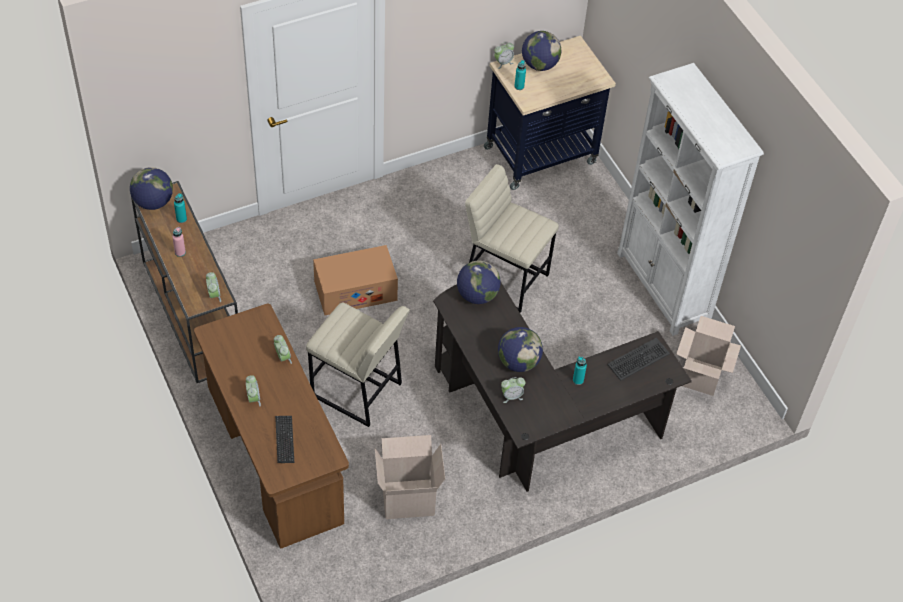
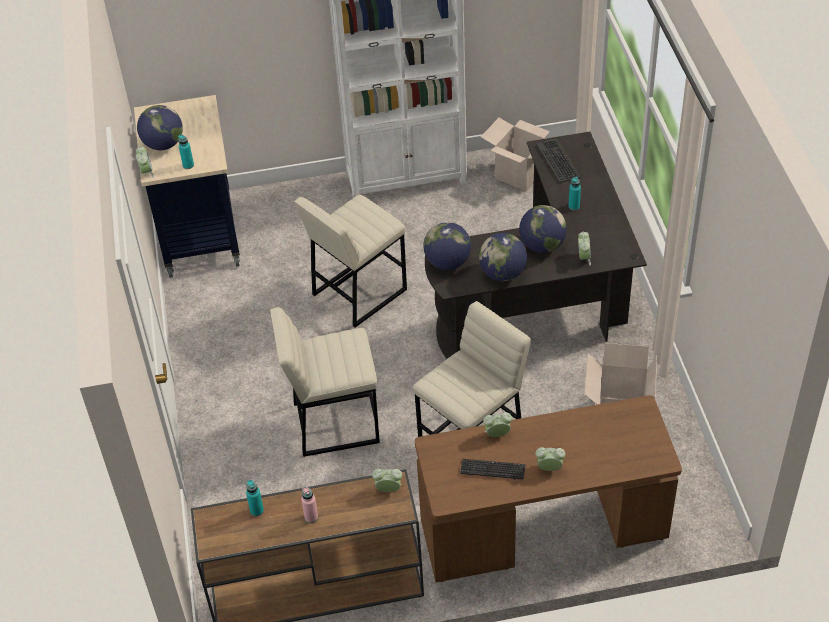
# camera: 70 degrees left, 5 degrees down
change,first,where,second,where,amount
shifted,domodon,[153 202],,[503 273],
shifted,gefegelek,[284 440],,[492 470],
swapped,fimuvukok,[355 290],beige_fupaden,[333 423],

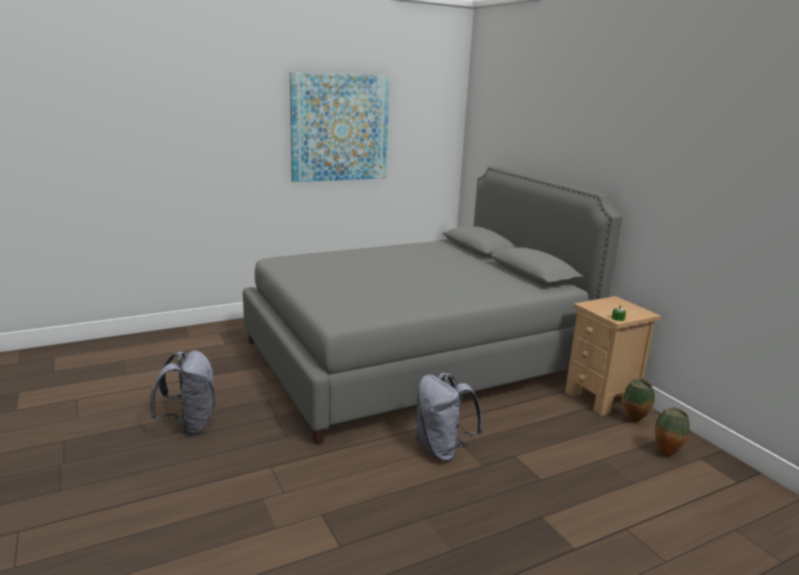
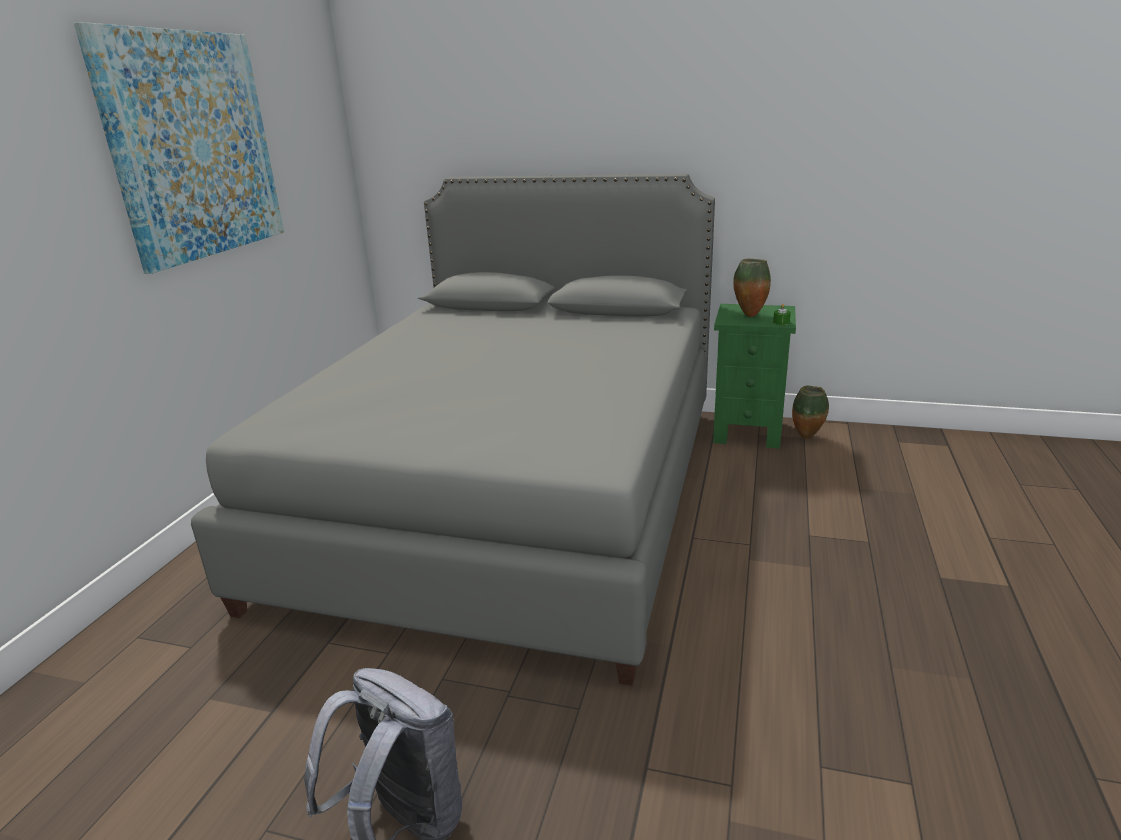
# camera: 45 degrees left, 5 degrees up
change,first,where,second,where,amount
gone,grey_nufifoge,[442 449],,,
repainted,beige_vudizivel,[600 399],green_vudizivel,[748 432],
shifted,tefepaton,[665 453],,[749 315],

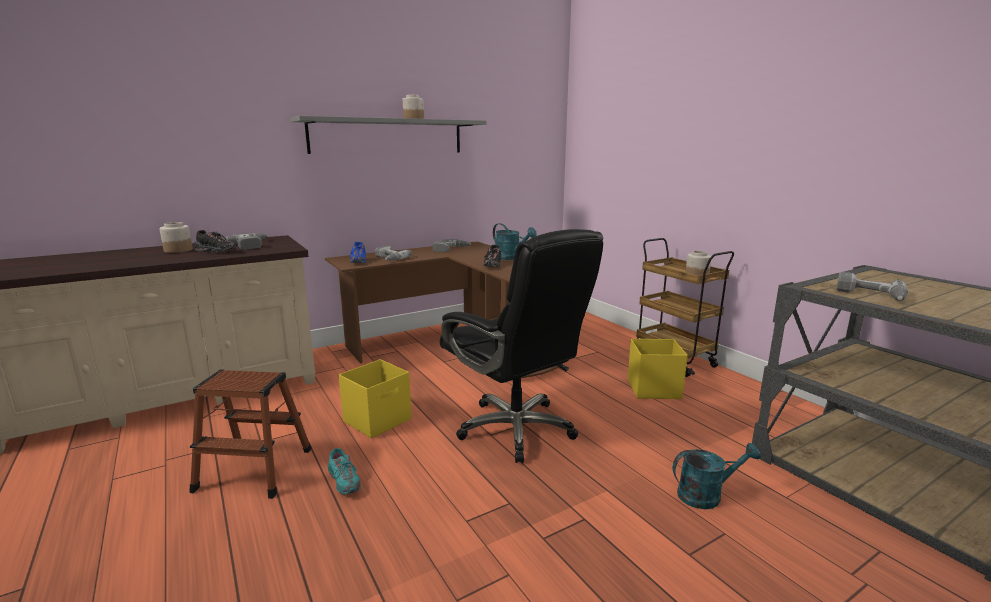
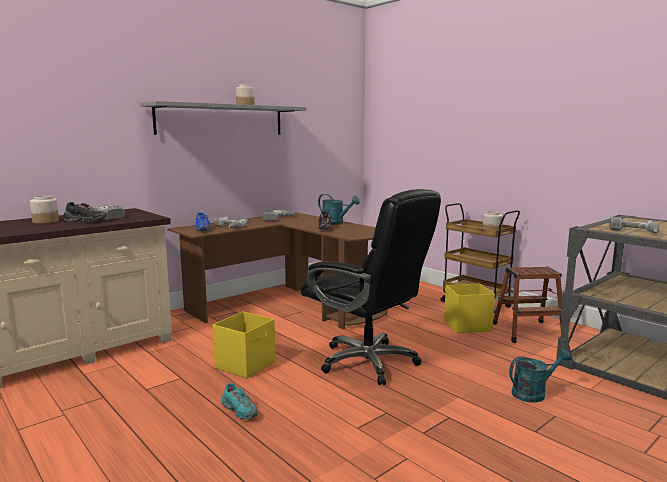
# camera: 10 degrees left, 5 degrees down
change,first,where,second,where,amount
shifted,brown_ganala,[255 469],,[528 331],

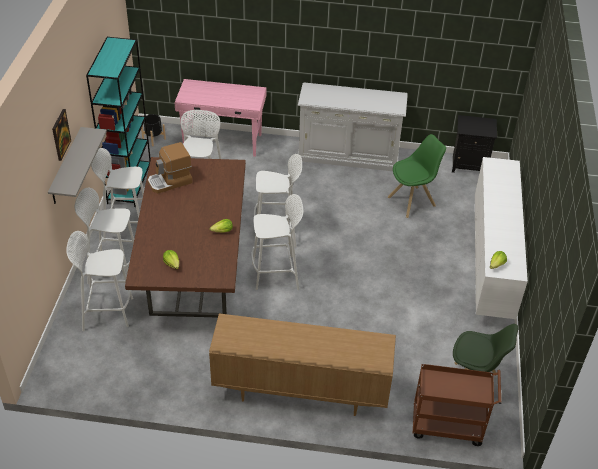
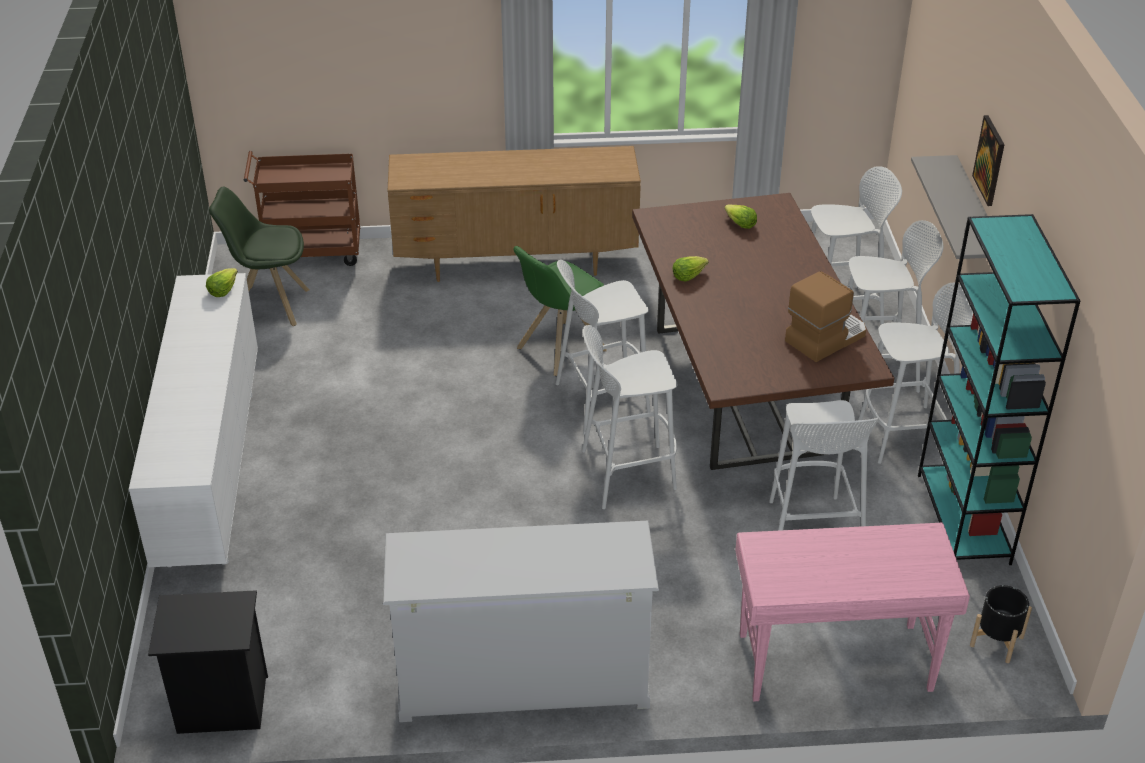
# camera: 170 degrees right, 5 degrees down
change,first,where,second,where,amount
shifted,green_fupaden,[412 201],,[560 349],

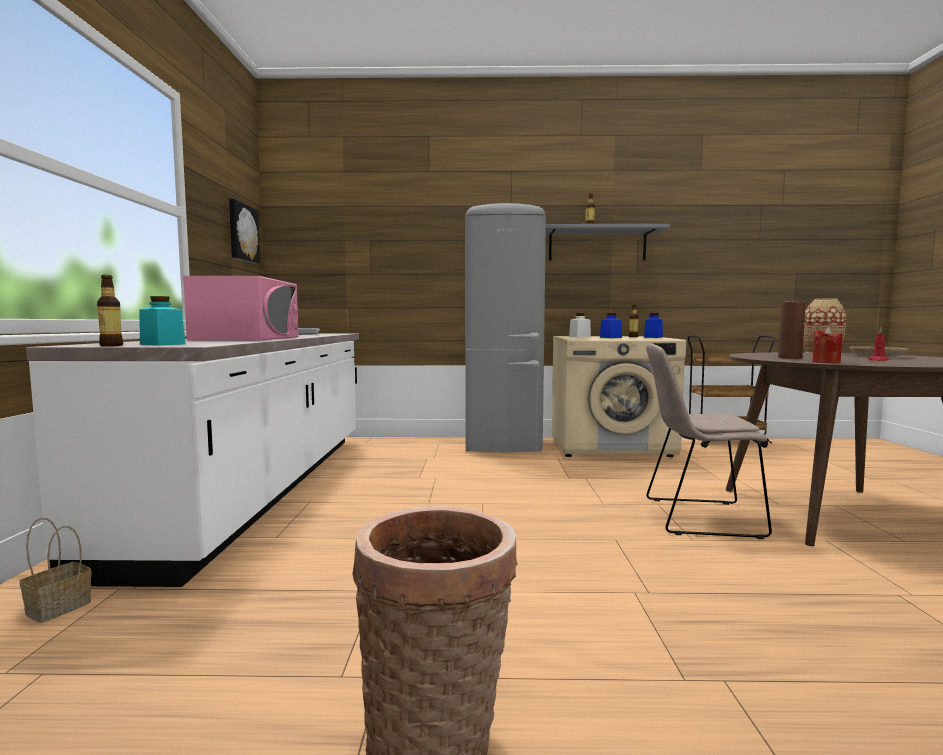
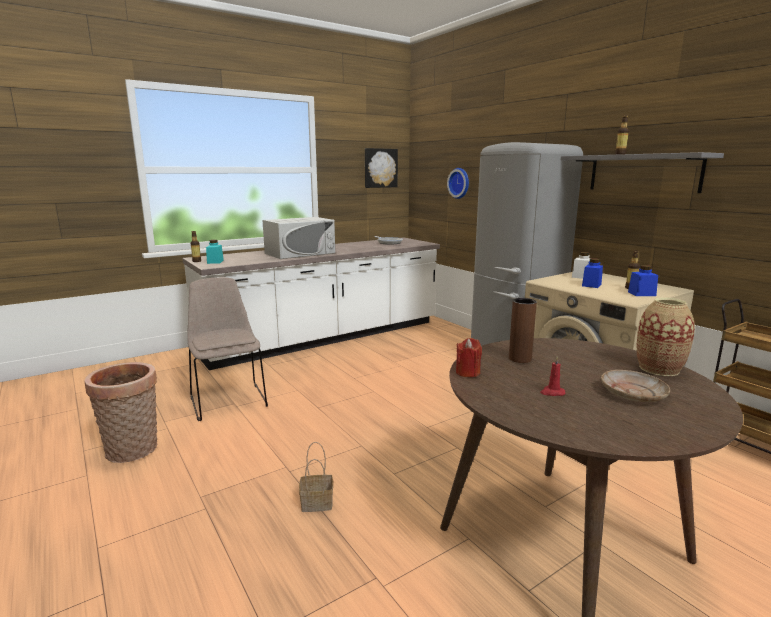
# camera: 55 degrees right, 10 degrees up
change,first,where,second,where,amount
shifted,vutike,[60 606],,[318 502],
repainted,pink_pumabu,[248 338],white_pumabu,[300 253],
shifted,beige_fupaden,[697 517],,[228 400],
new,,,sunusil,[460 183],

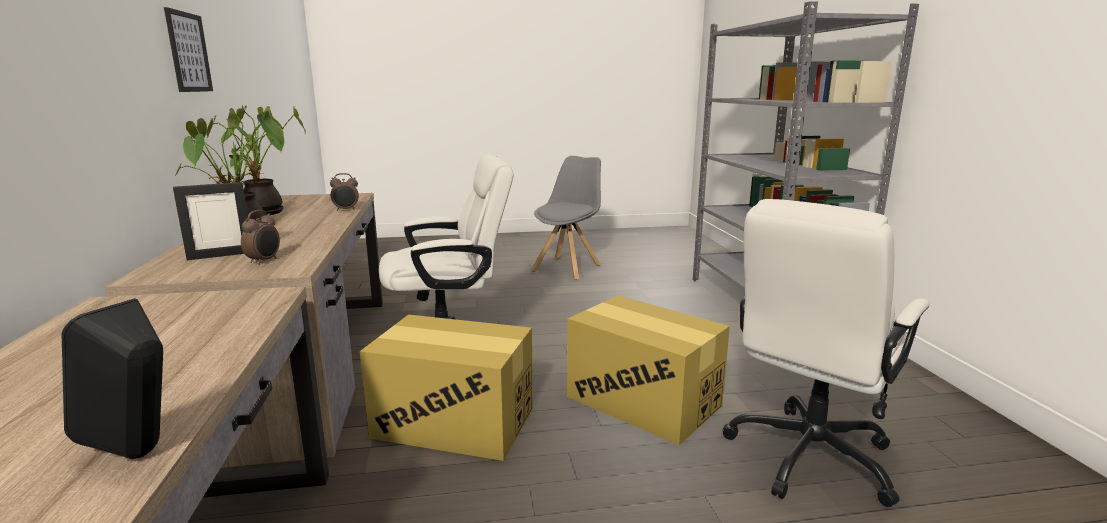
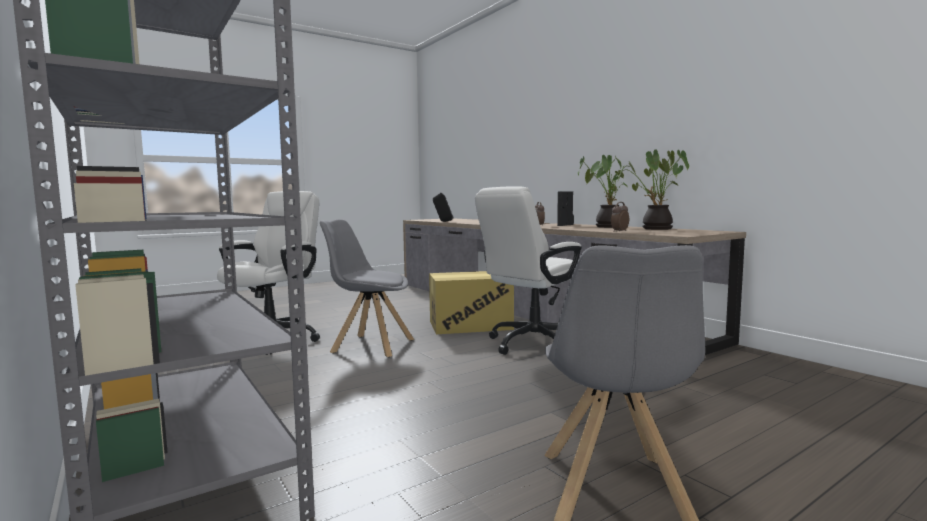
# camera: 155 degrees right, 10 degrees down
change,first,where,second,where,amount
gone,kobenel,[188 52],,,
swapped,fimuvukok,[643 401],grey_fupaden,[369 345],

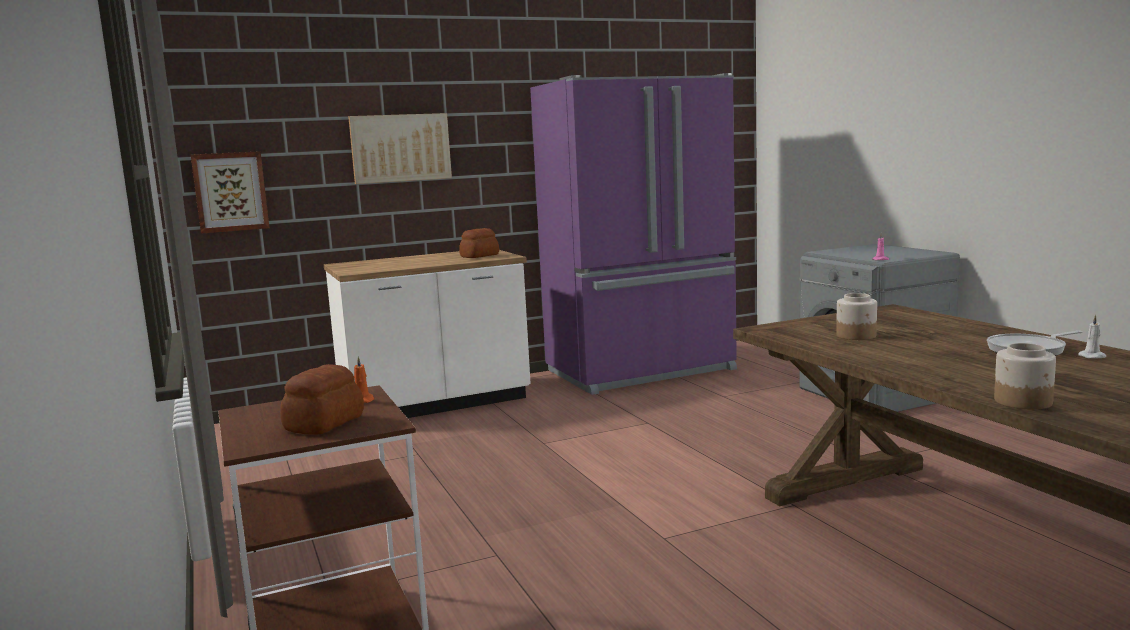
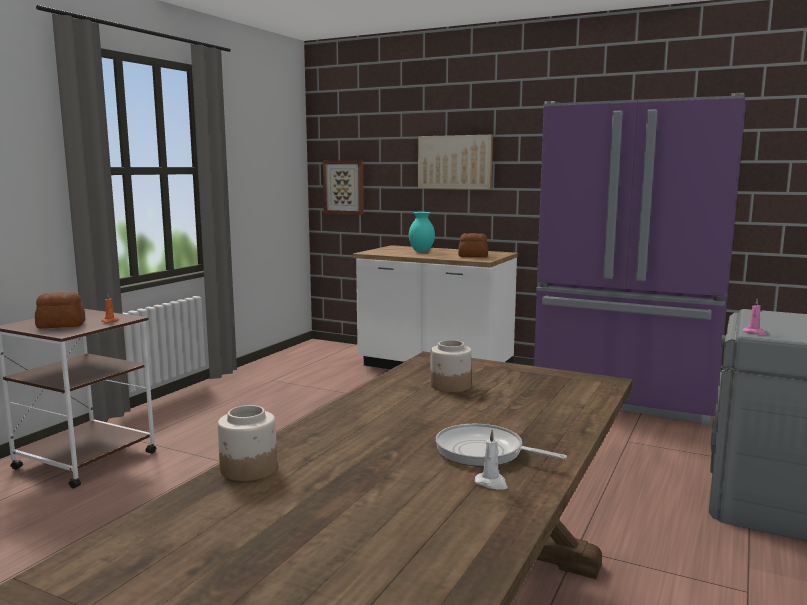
# camera: 50 degrees right, 0 degrees up
change,first,where,second,where,amount
new,,,turquoise_tefepaton,[422 251],

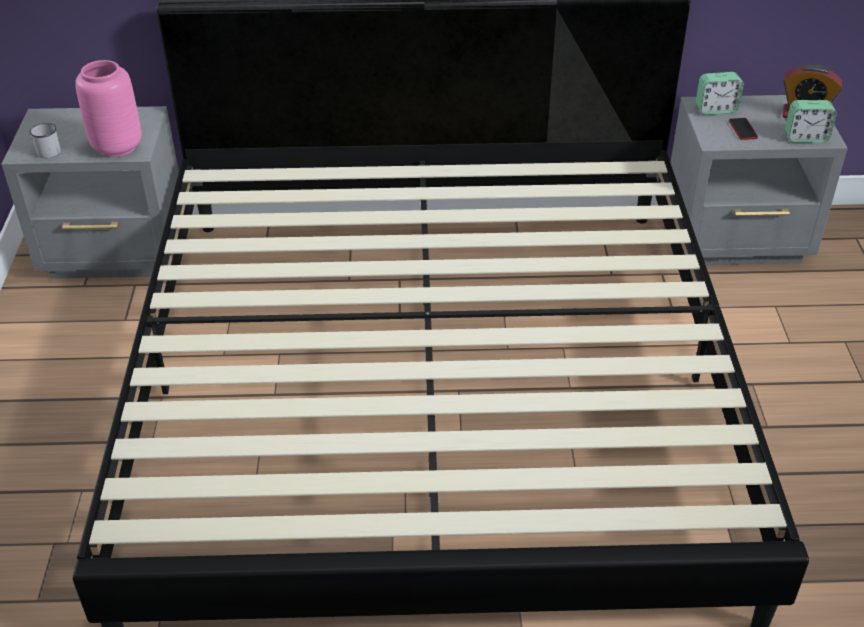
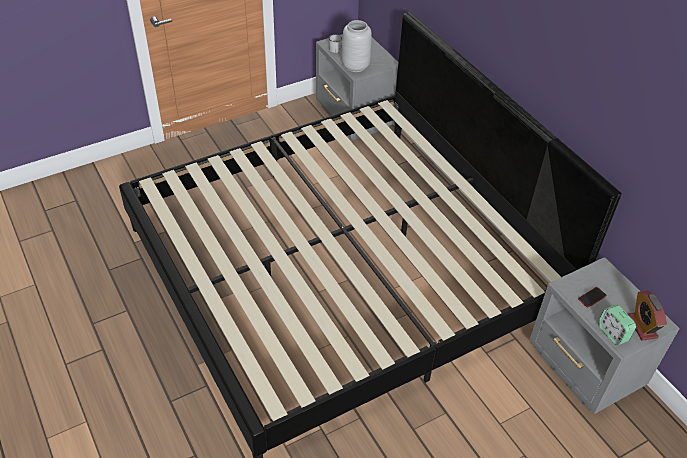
# camera: 60 degrees right, 5 degrees up
change,first,where,second,where,amount
repainted,pink_tefepaton,[118 146],grey_tefepaton,[356 66],
gone,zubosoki,[716 109],,,

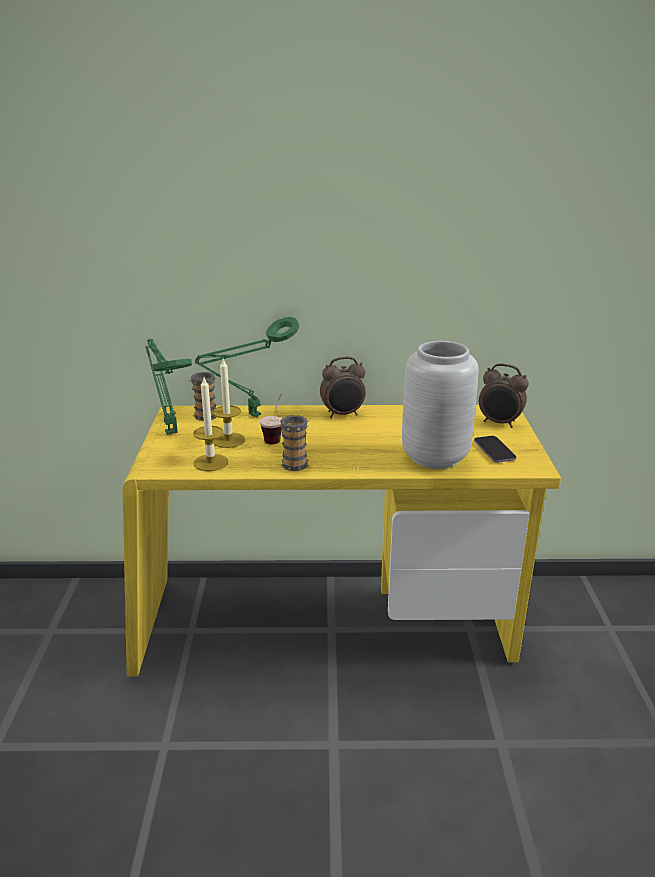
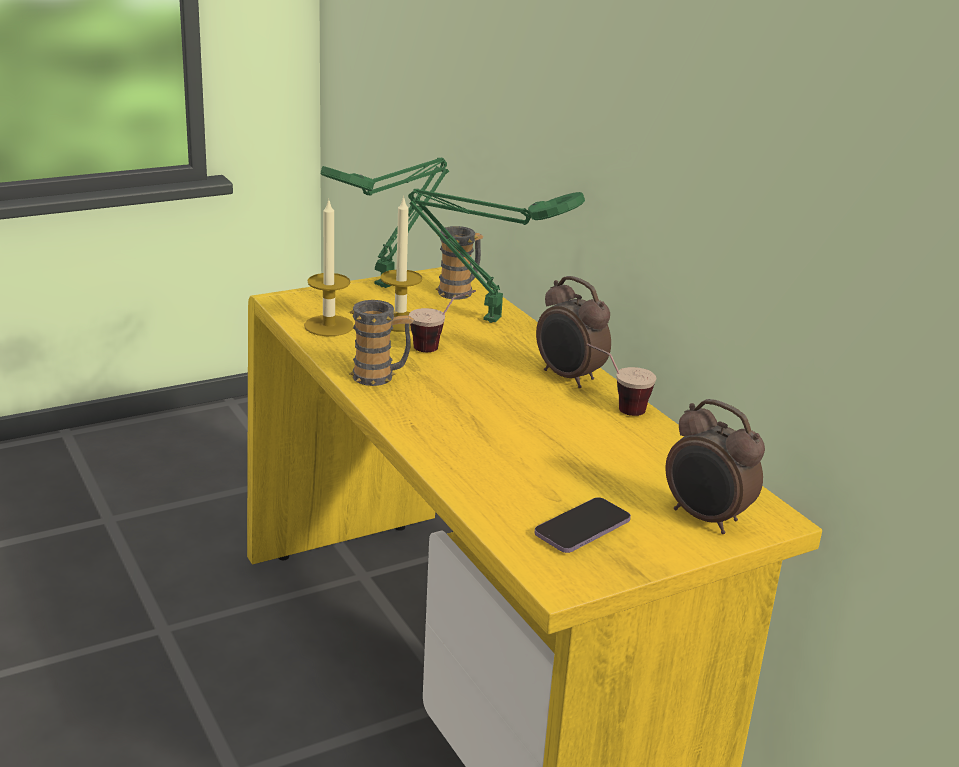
# camera: 60 degrees right, 0 degrees up
change,first,where,second,where,amount
gone,grey_tefepaton,[434 457],,,
rotated,zubosoki,[499 423],,[705 519],45 degrees counterclockwise
new,,,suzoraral,[615 408],

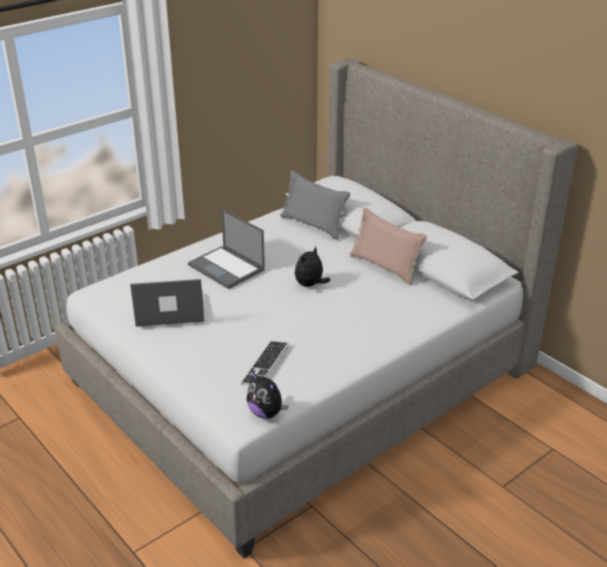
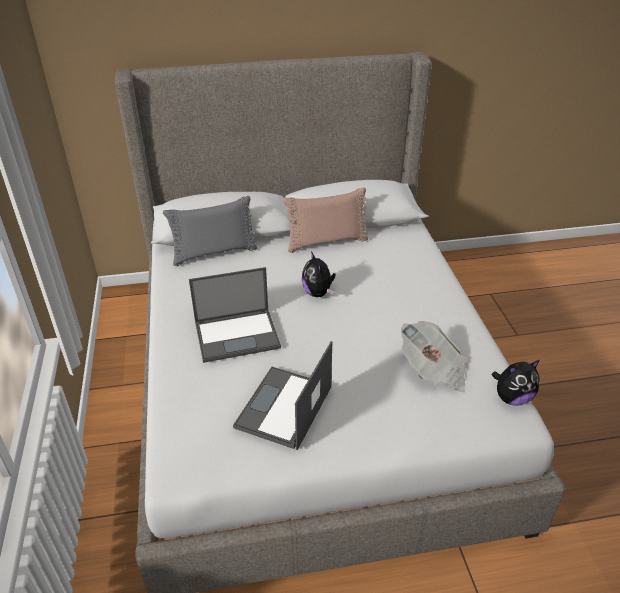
# camera: 60 degrees left, 5 degrees up
change,first,where,second,where,amount
swapped,gefegelek,[265 365],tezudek,[433 370],

